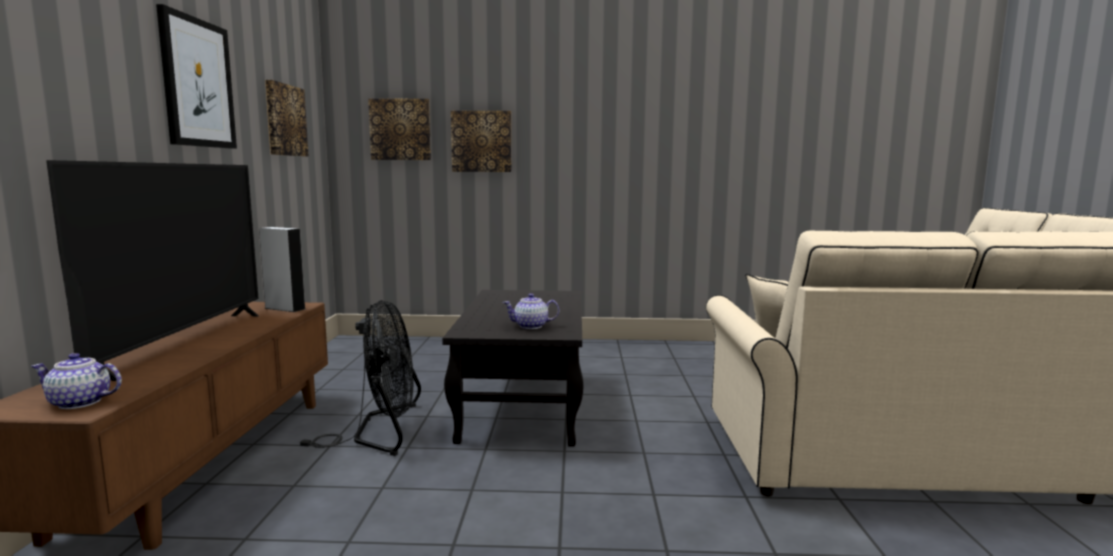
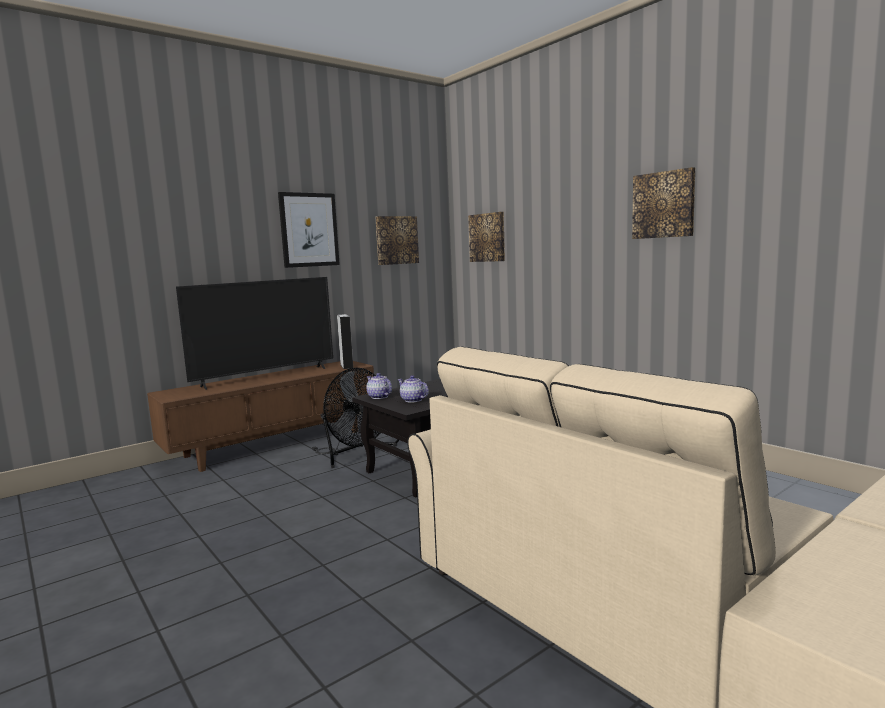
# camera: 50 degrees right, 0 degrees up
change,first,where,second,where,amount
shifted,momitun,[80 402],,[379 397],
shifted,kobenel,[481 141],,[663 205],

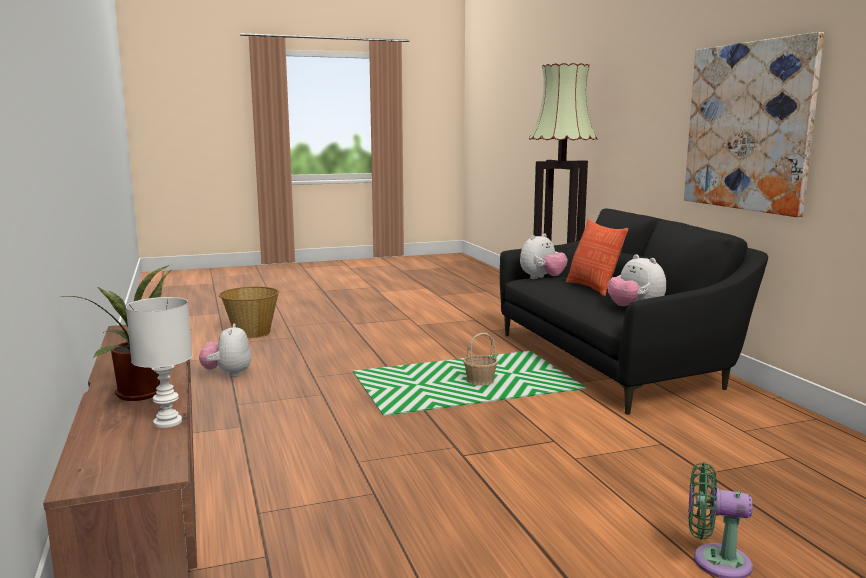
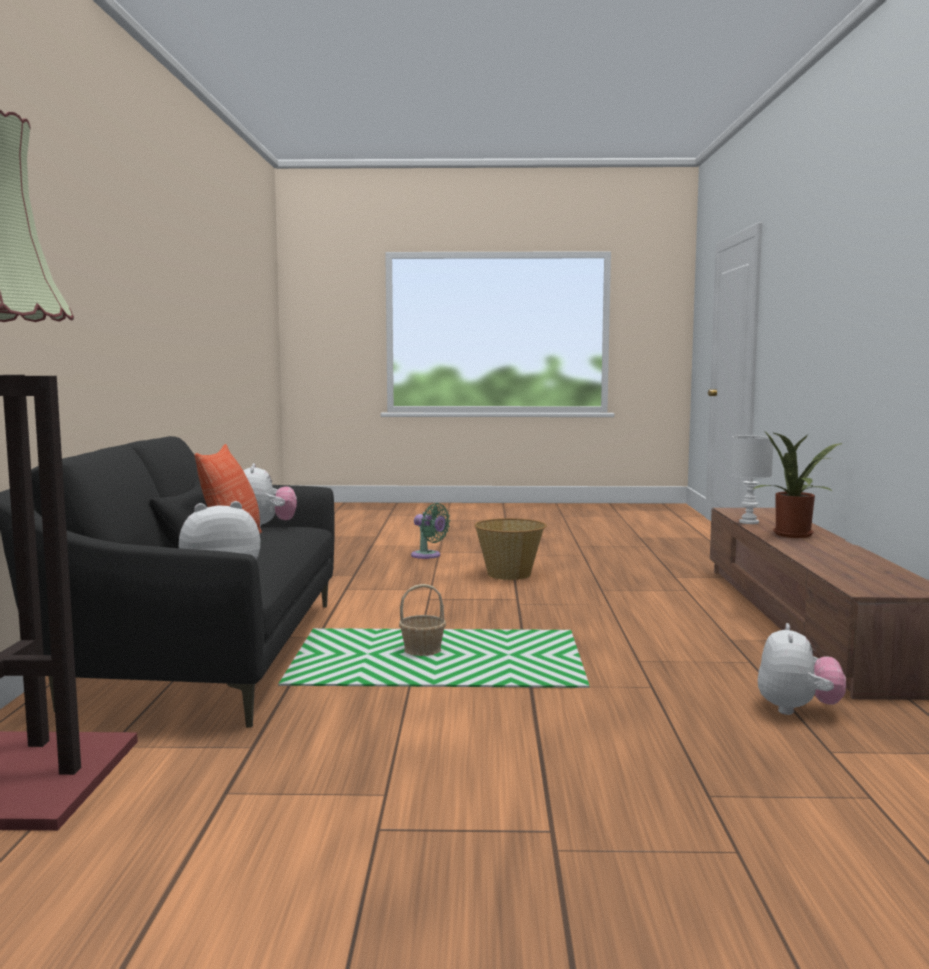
# camera: 160 degrees left, 5 degrees down
change,first,where,second,where,amount
shifted,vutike,[251 333],,[510 574],
gone,kobenel,[748 127],,,

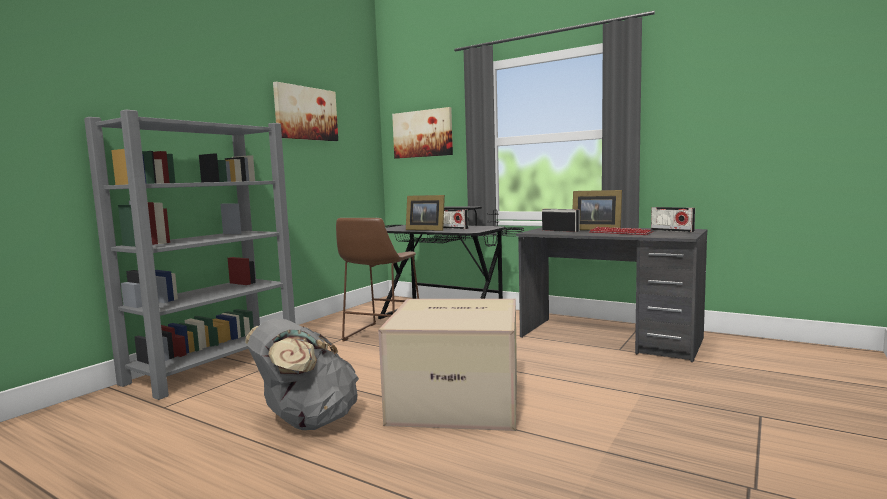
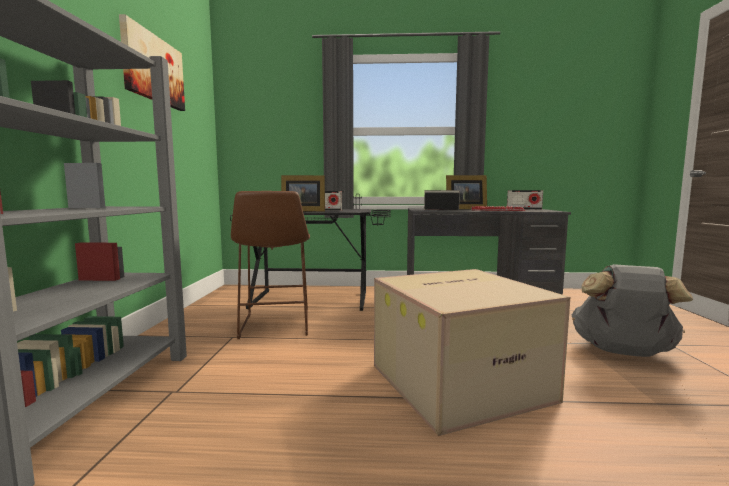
# camera: 30 degrees left, 0 degrees up
change,first,where,second,where,amount
shifted,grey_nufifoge,[306 422],,[622 352],
gone,kobenel,[422 133],,,

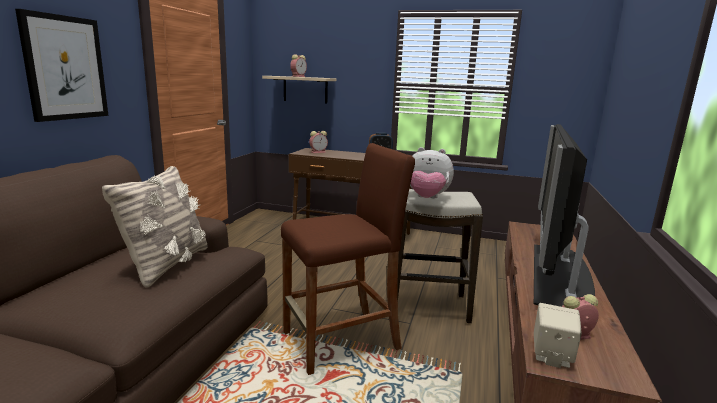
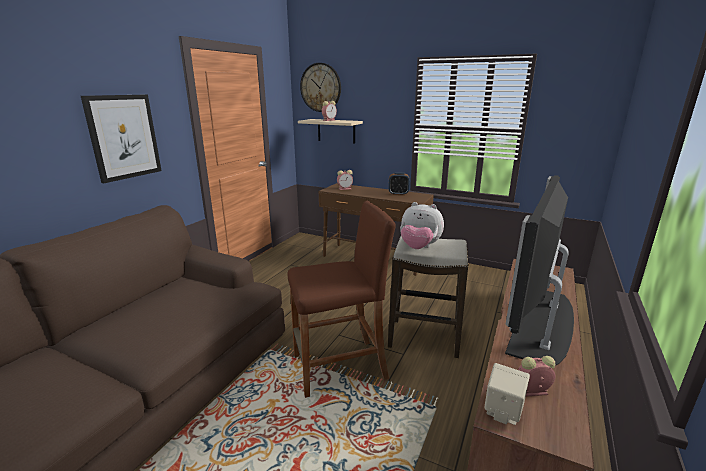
# camera: 10 degrees right, 5 degrees up
change,first,where,second,where,amount
gone,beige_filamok,[167 265],,,
new,,,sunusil,[320 87],

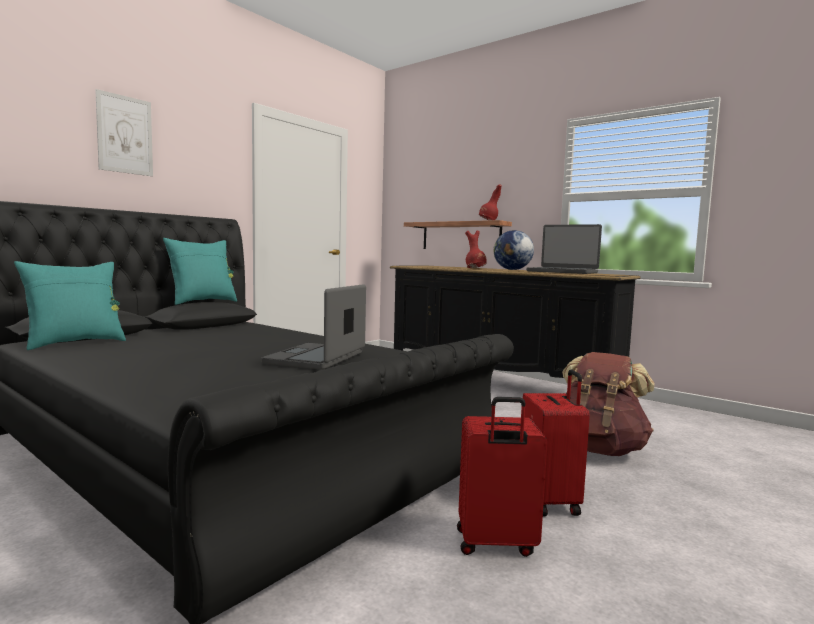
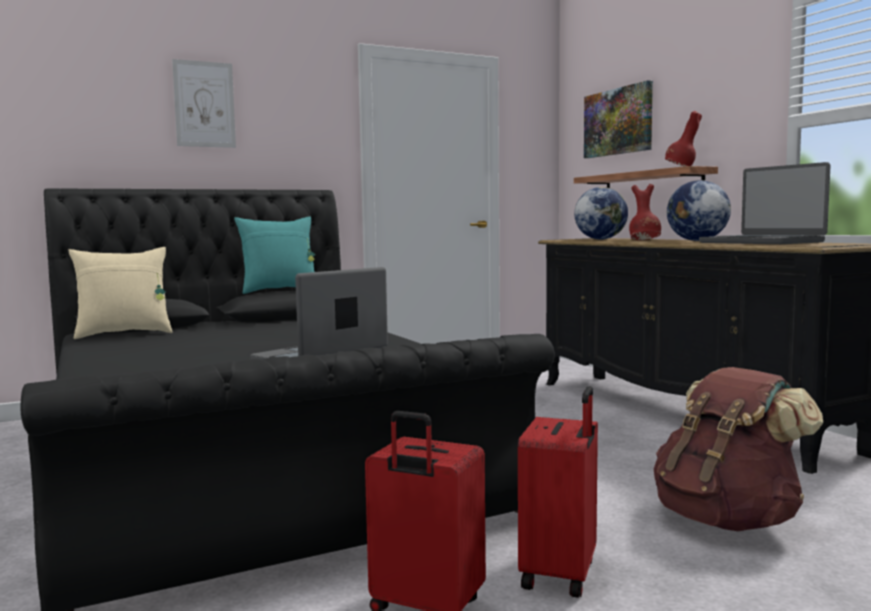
# camera: 25 degrees right, 0 degrees up
change,first,where,second,where,amount
repainted,turquoise_filamok,[75 344],beige_filamok,[124 334],
new,,,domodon,[600 239],
new,,,kobenel,[618 122],

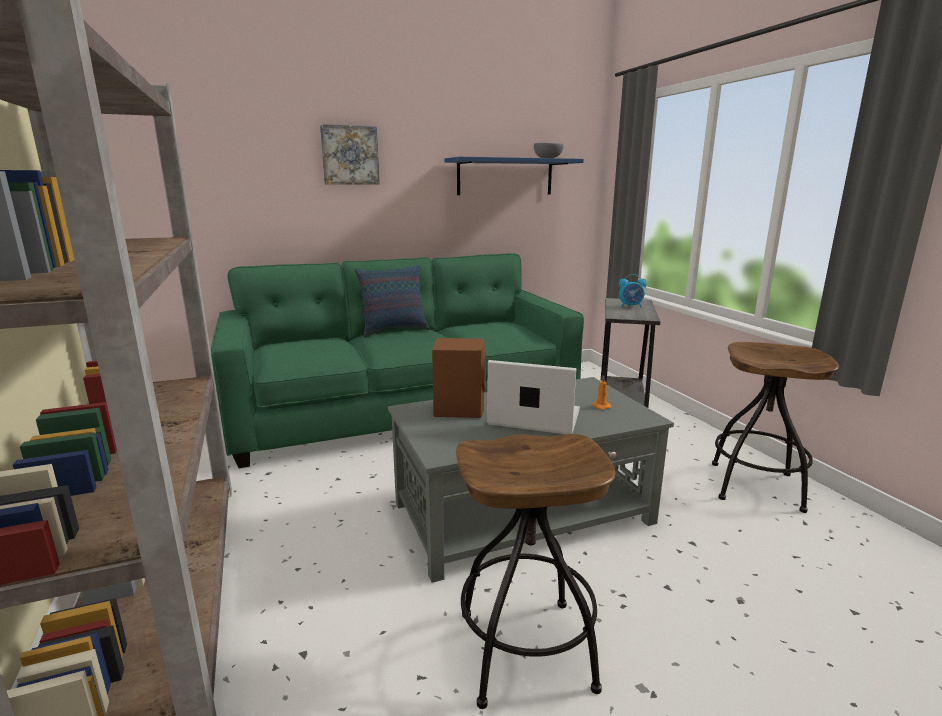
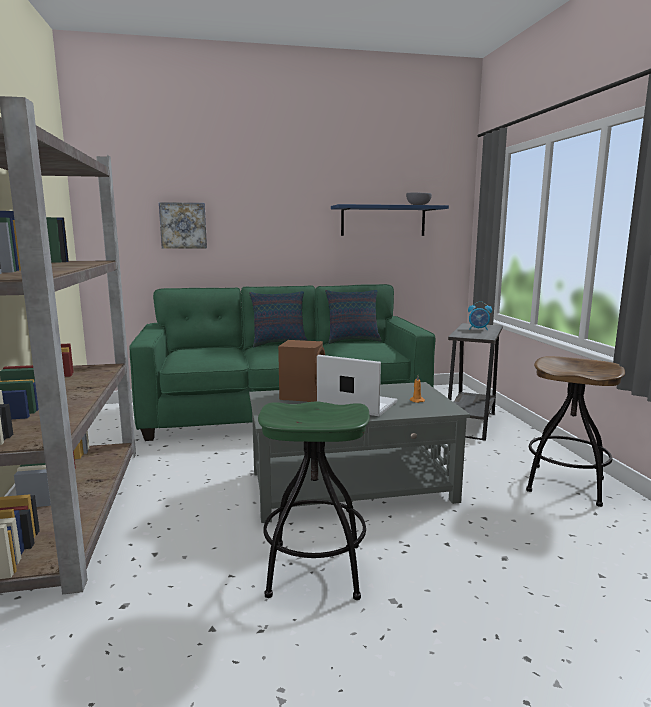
# camera: 10 degrees right, 5 degrees down
change,first,where,second,where,amount
shifted,kobenel,[349 155],,[183 225],
repainted,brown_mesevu,[525 649],green_mesevu,[314 569],
new,,,blue_filamok,[353 341],

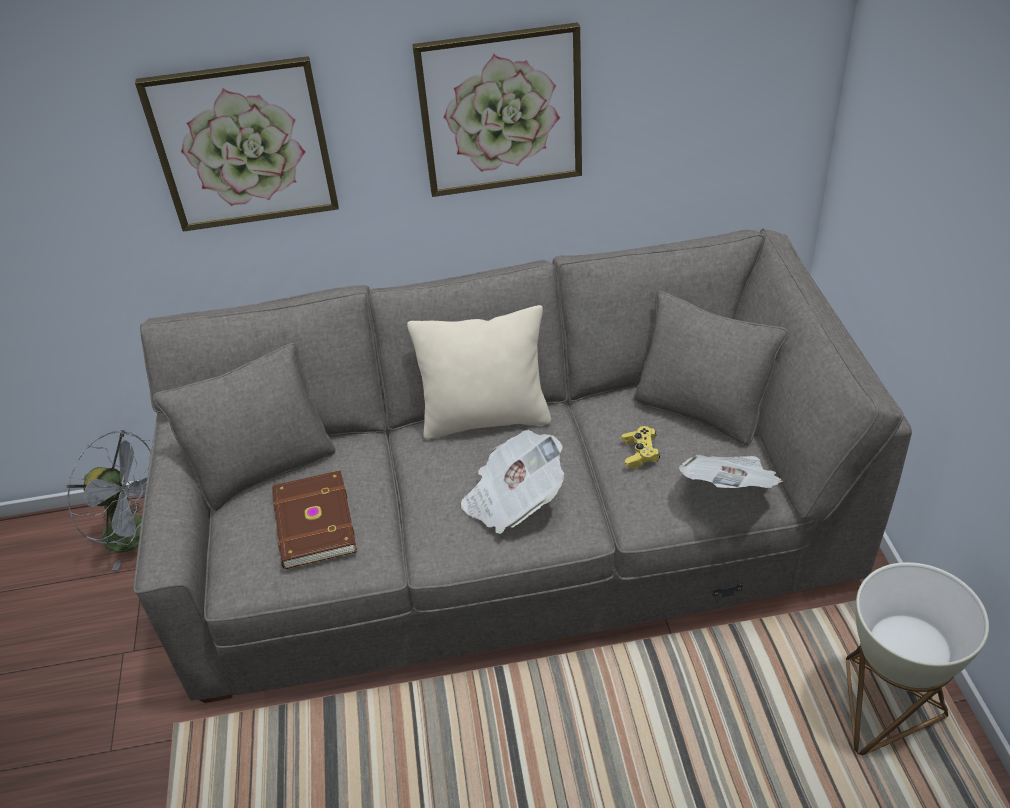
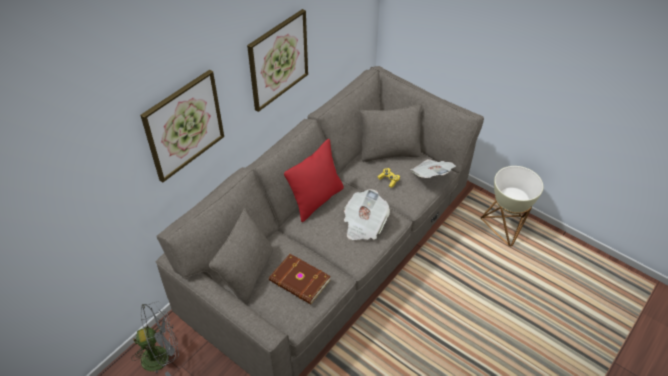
# camera: 45 degrees left, 5 degrees up
change,first,where,second,where,amount
repainted,beige_filamok,[486 419],red_filamok,[316 200],

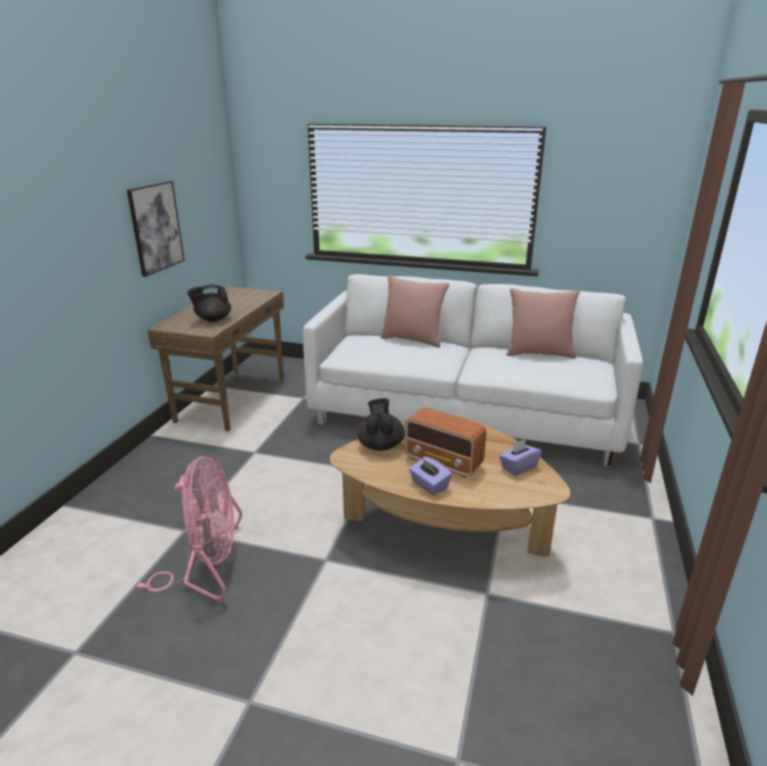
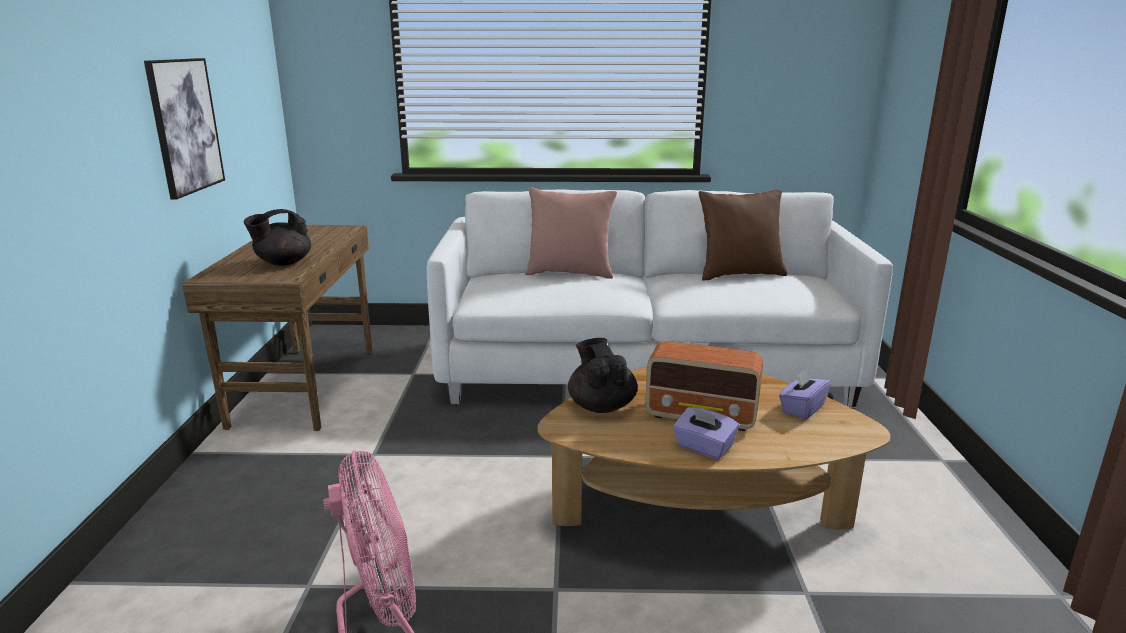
# camera: 15 degrees left, 5 degrees down
change,first,where,second,where,amount
repainted,pink_filamok,[539 353],brown_filamok,[739 274],

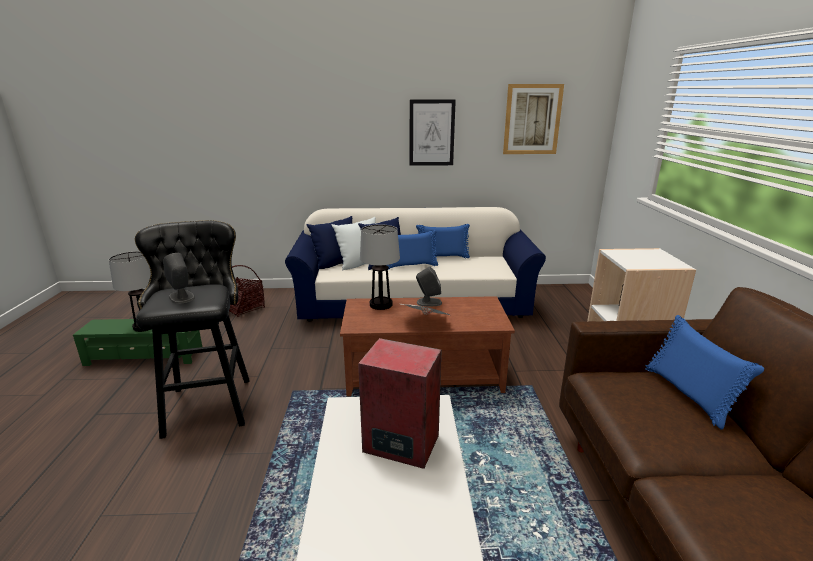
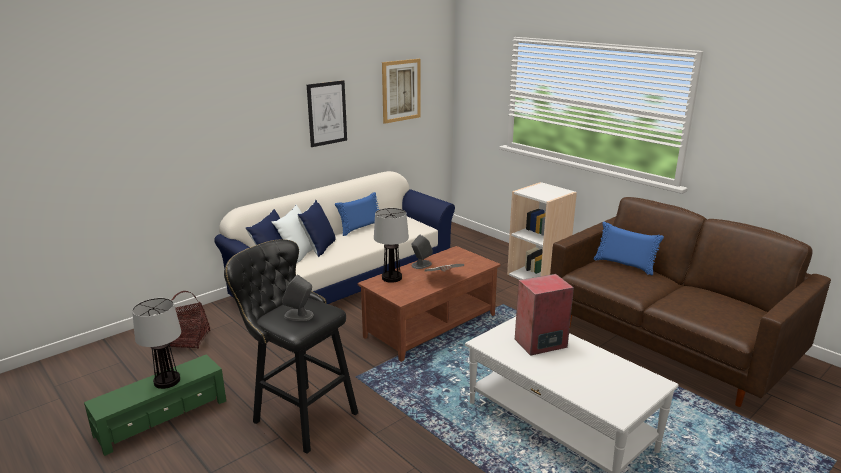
# camera: 40 degrees left, 0 degrees up
change,first,where,second,where,amount
gone,blue_filamok,[410 266],,,

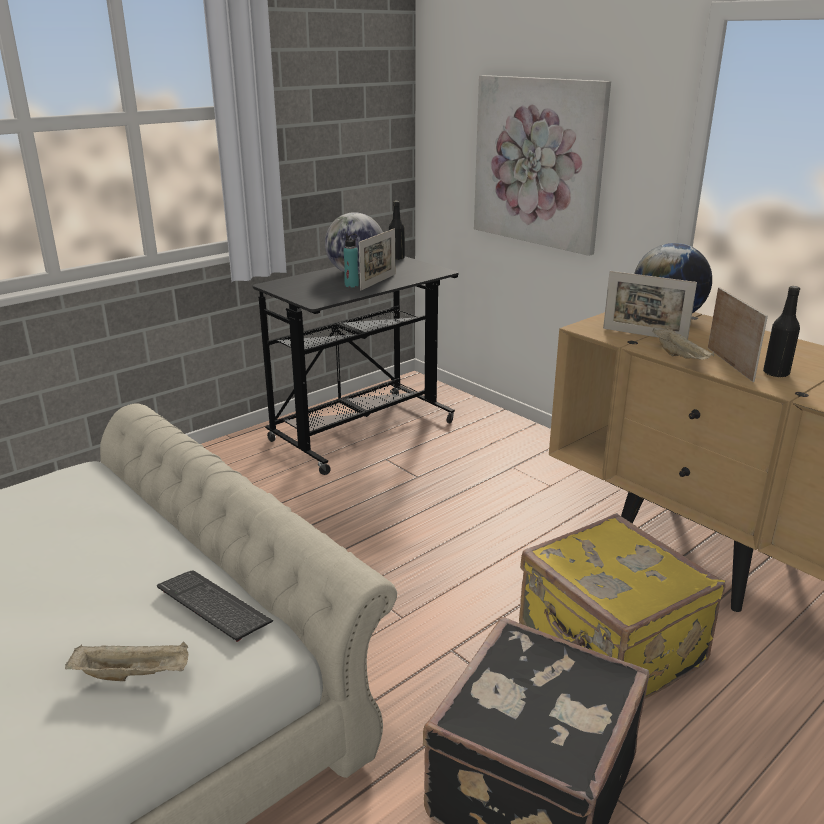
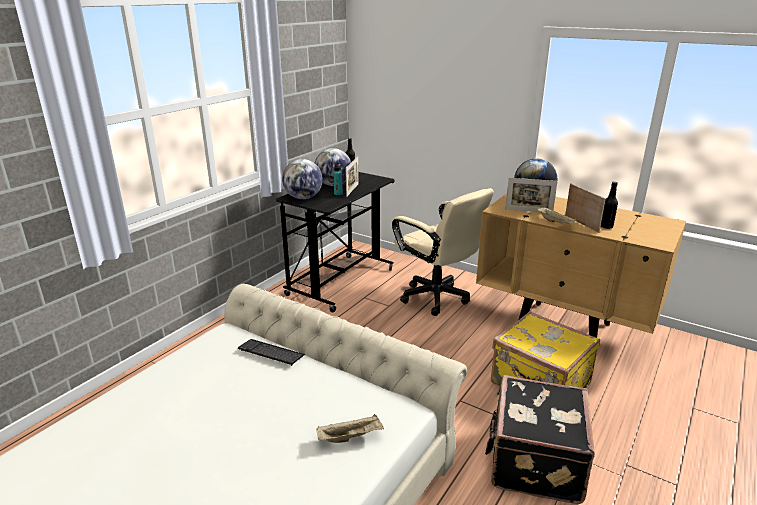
# camera: 15 degrees left, 0 degrees up
change,first,where,second,where,amount
shifted,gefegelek,[213 606],,[271 353],
gone,kobenel,[538 162],,,
new,,,domodon,[303 198],
new,,,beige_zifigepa,[438 299],

